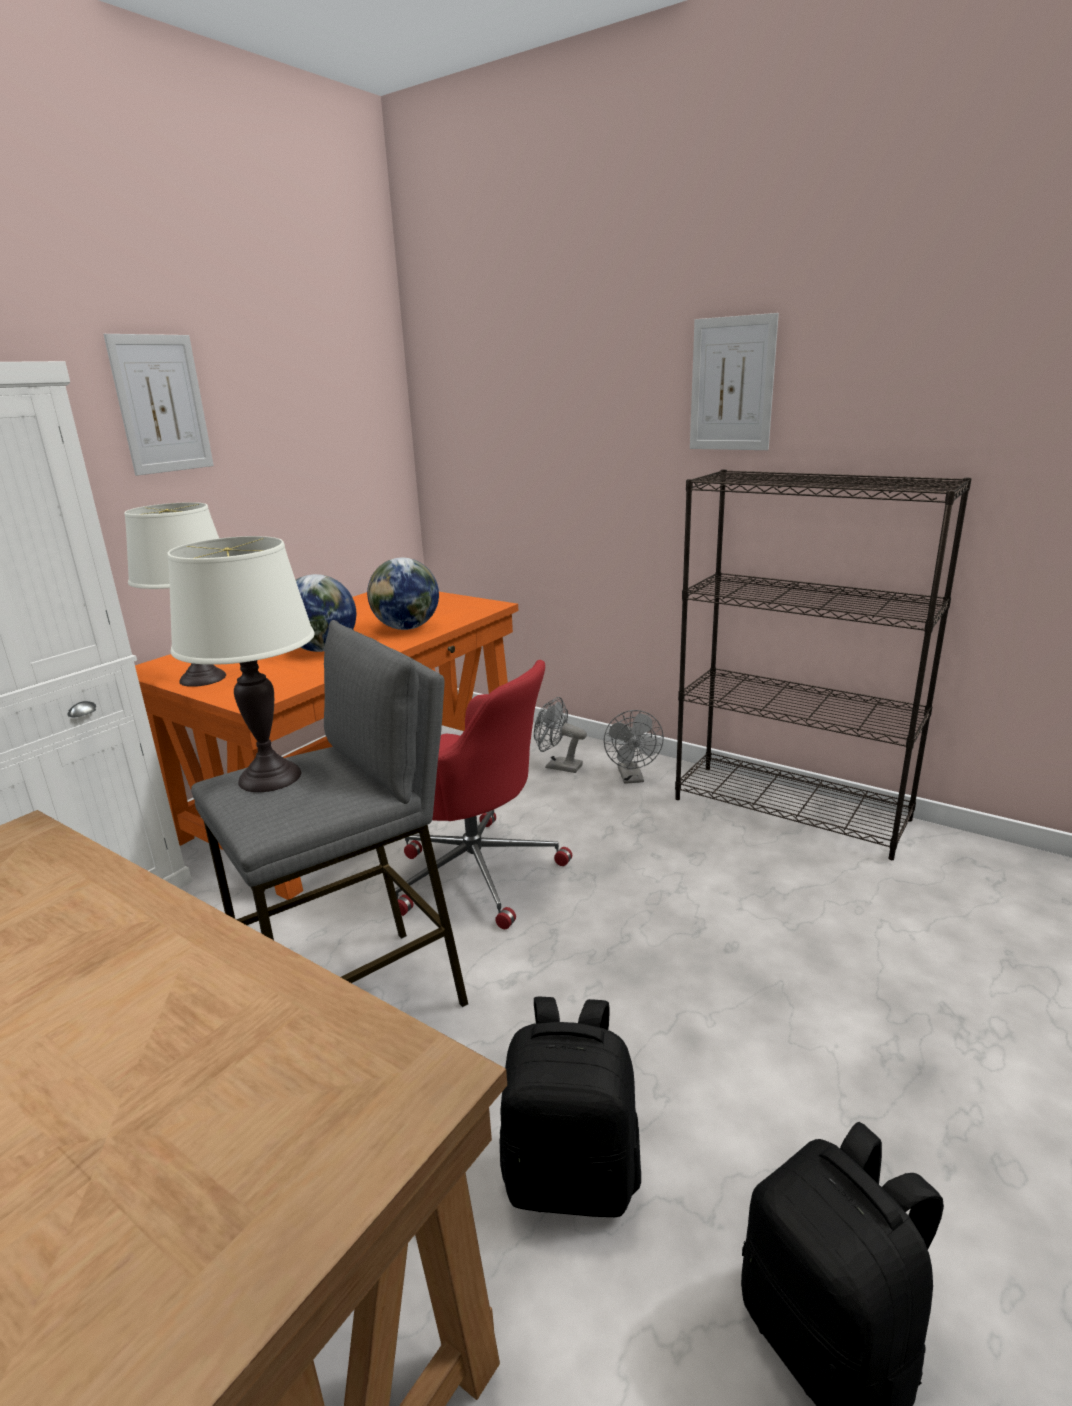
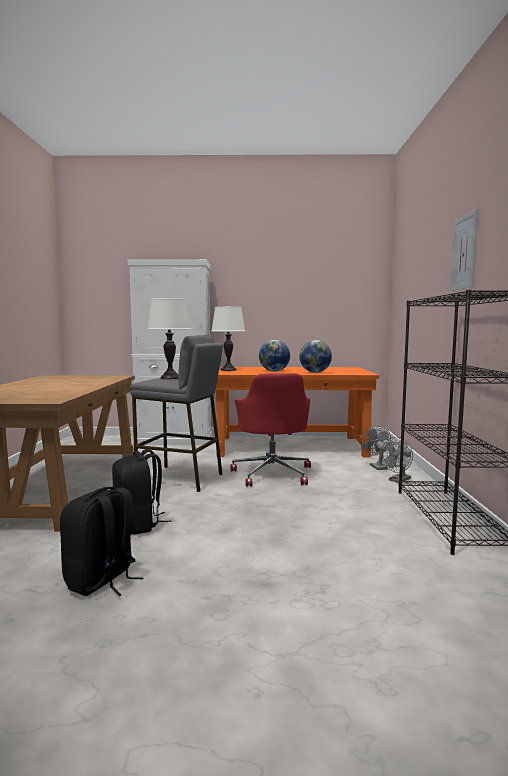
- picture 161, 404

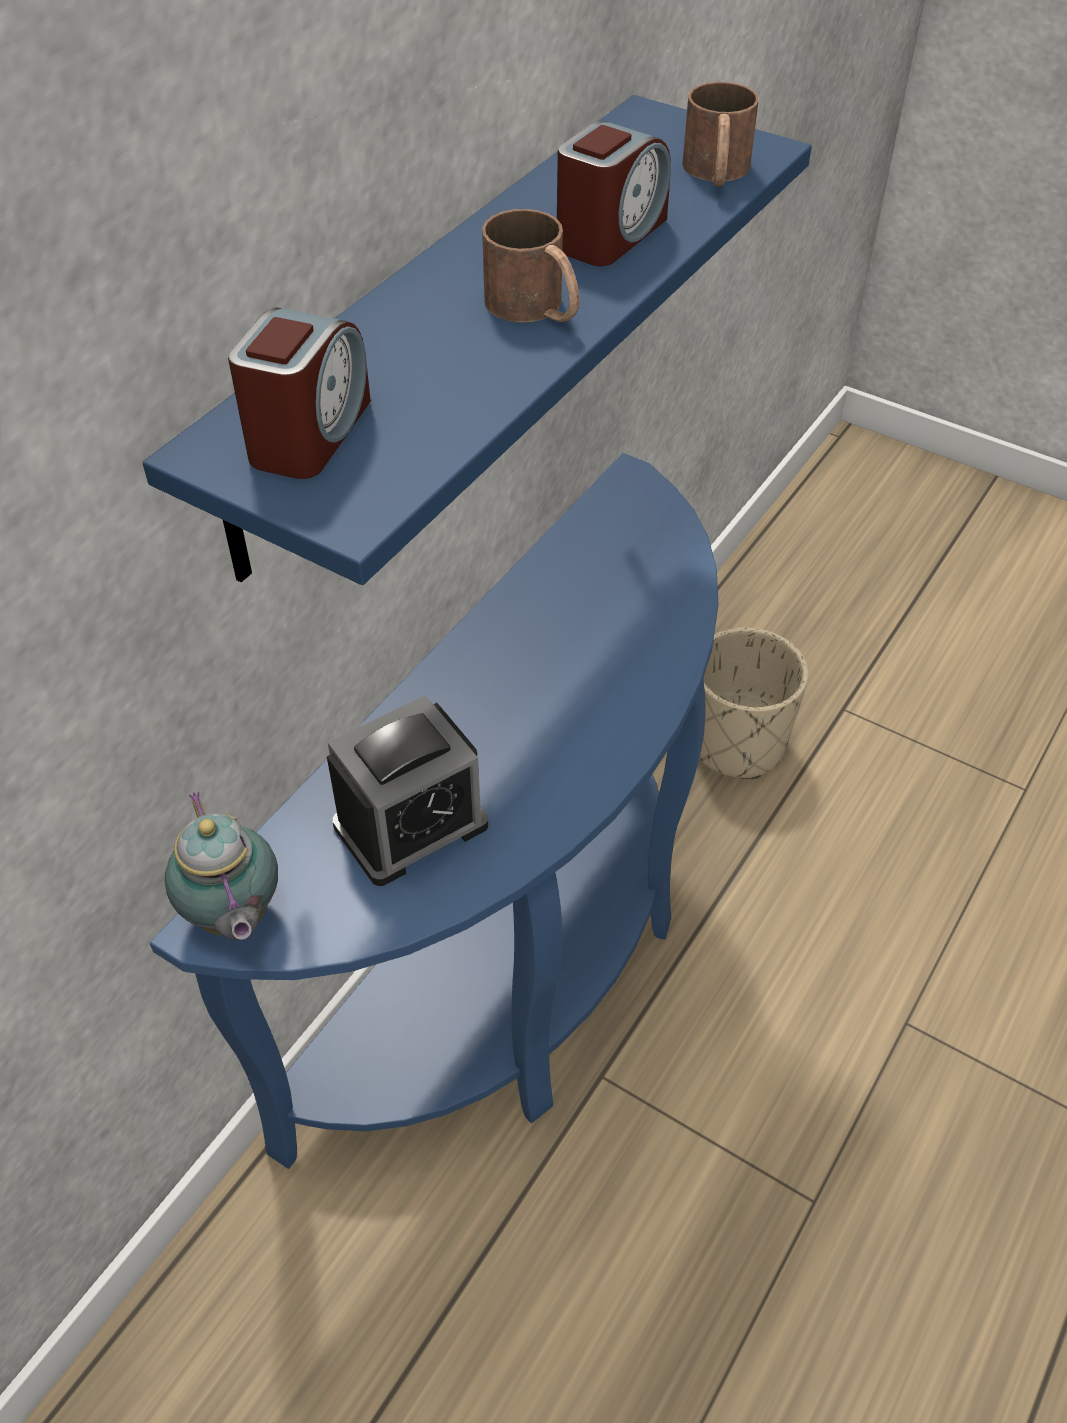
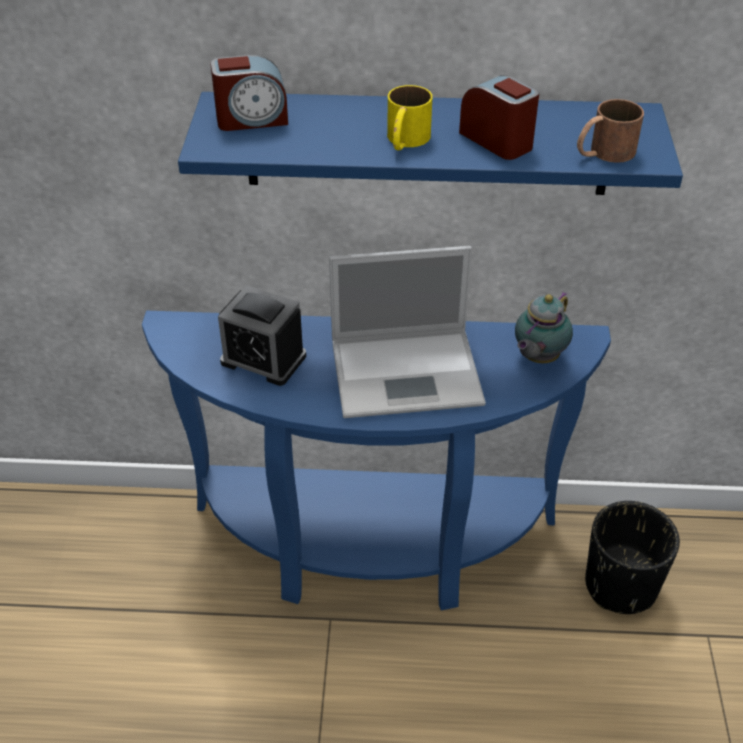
~ teapot 233, 918 to 537, 358
~ mug in brown 536, 309 to mug in yellow 405, 141
~ alarm clock 610, 235 = 497, 140 135 degrees counterclockwise
~ planter in beige 737, 744 to planter in black 621, 585
+ laptop 409, 372

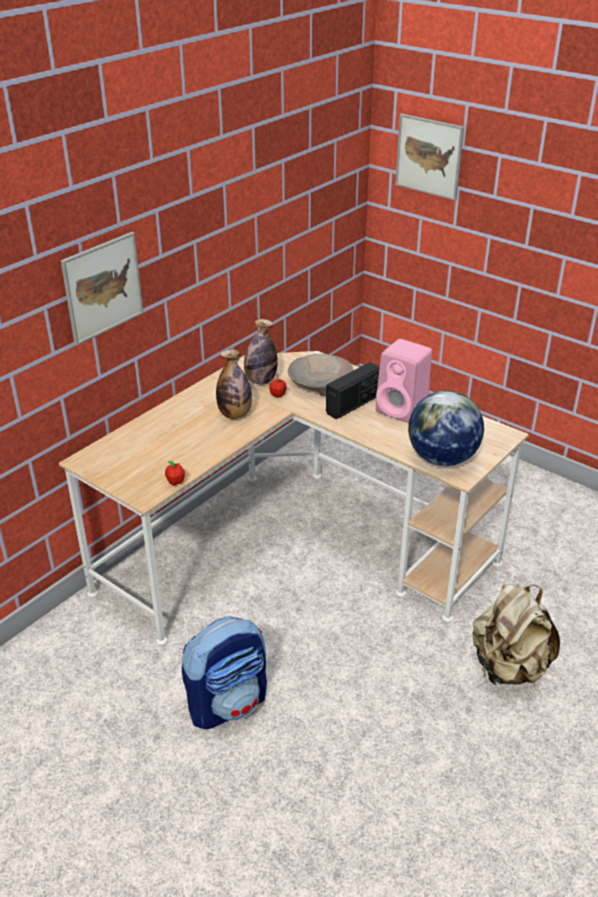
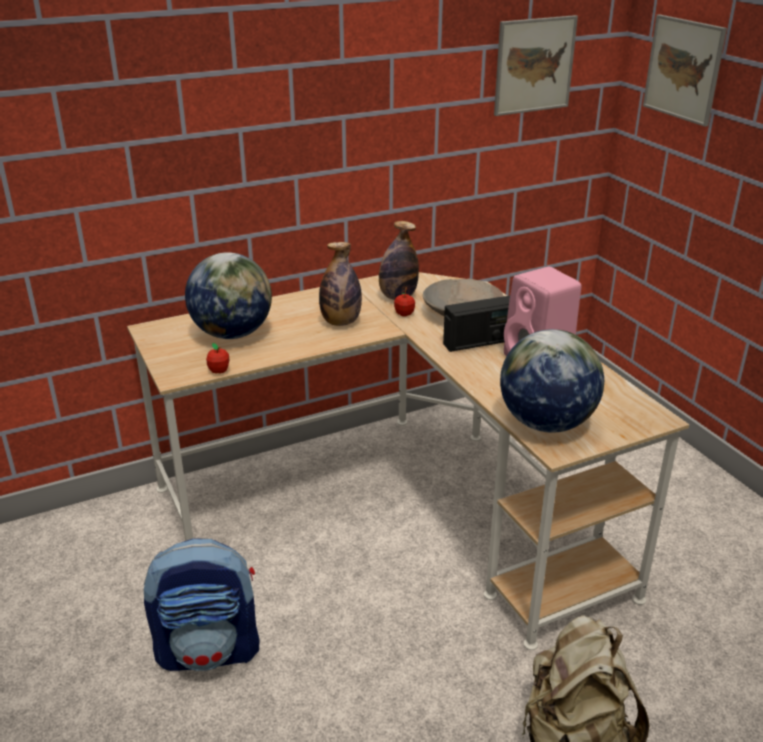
~ picture 103, 287 to 534, 65
+ globe 232, 334

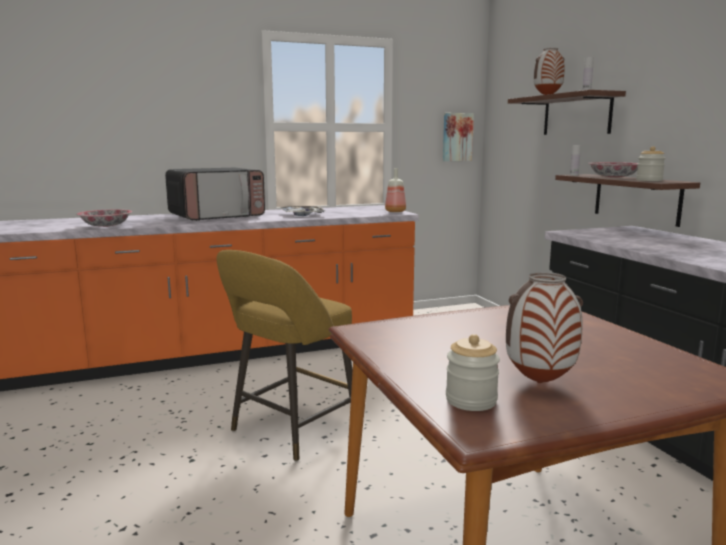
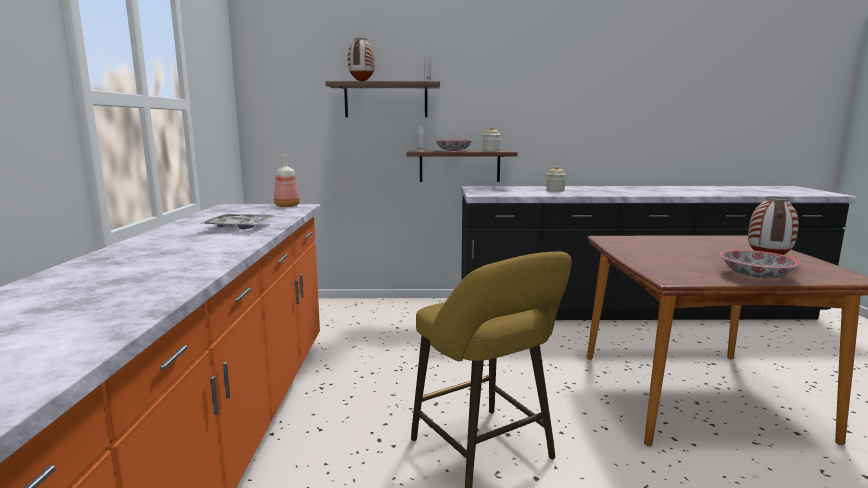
~ bowl 106, 226 to 756, 275
- microwave 217, 216
- picture 457, 137
~ jar 471, 400 to 555, 190

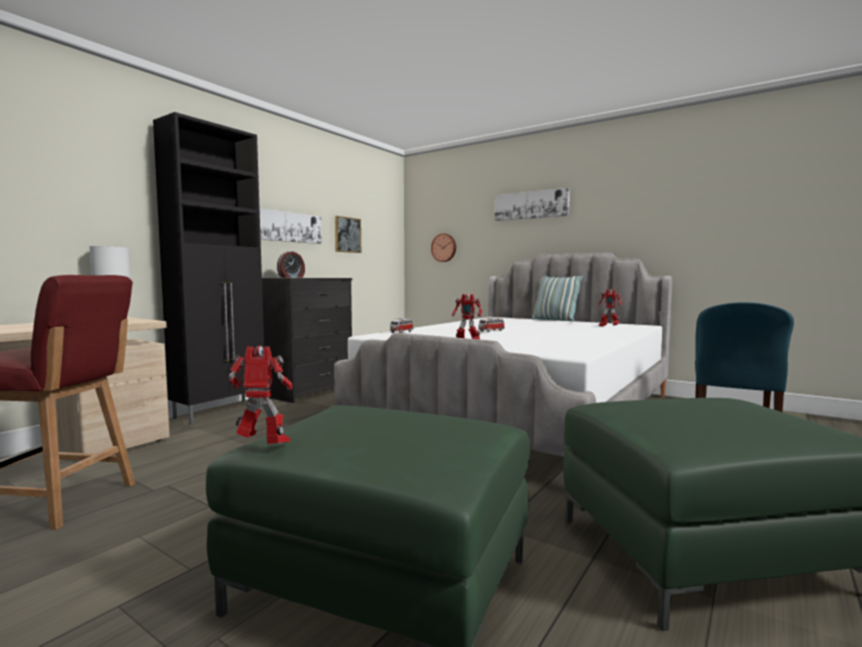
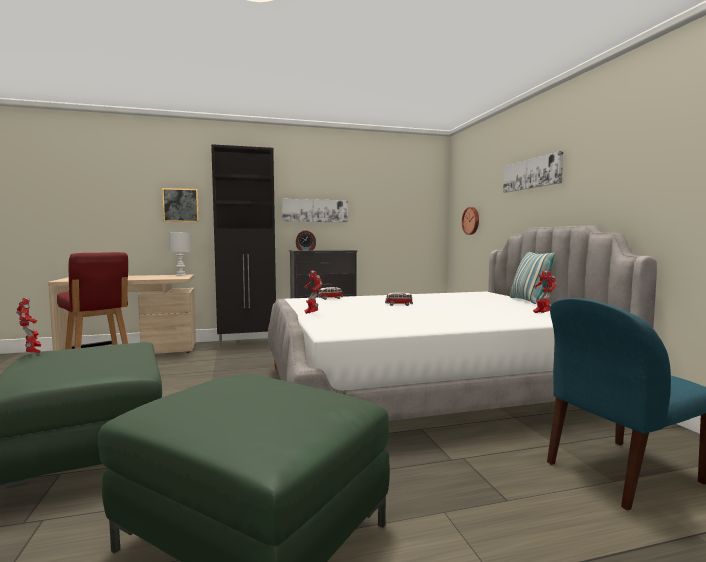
~ picture 347, 235 to 180, 205

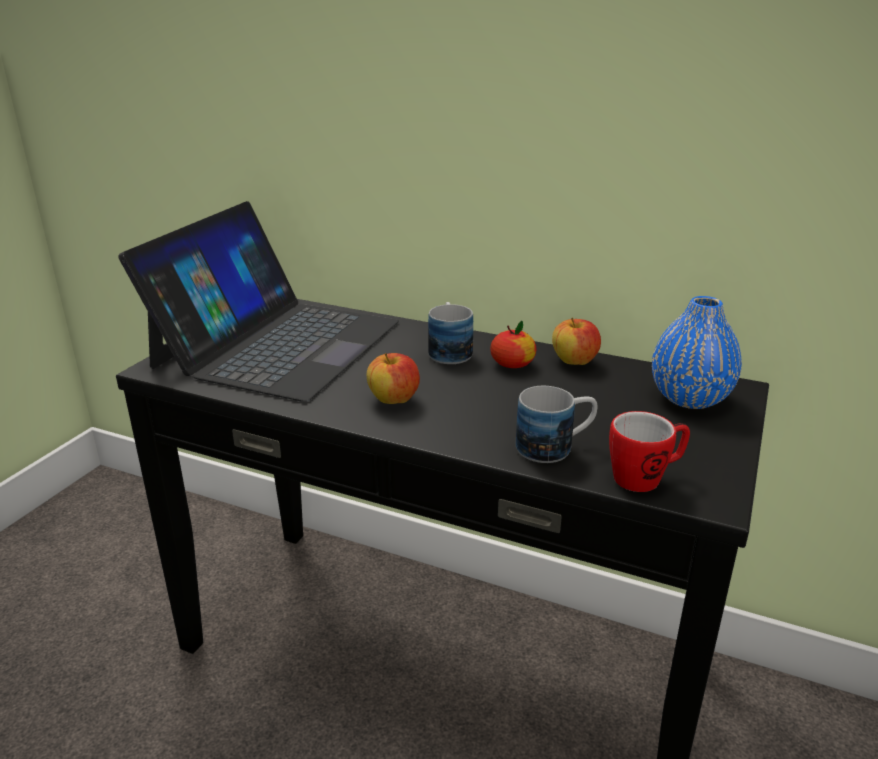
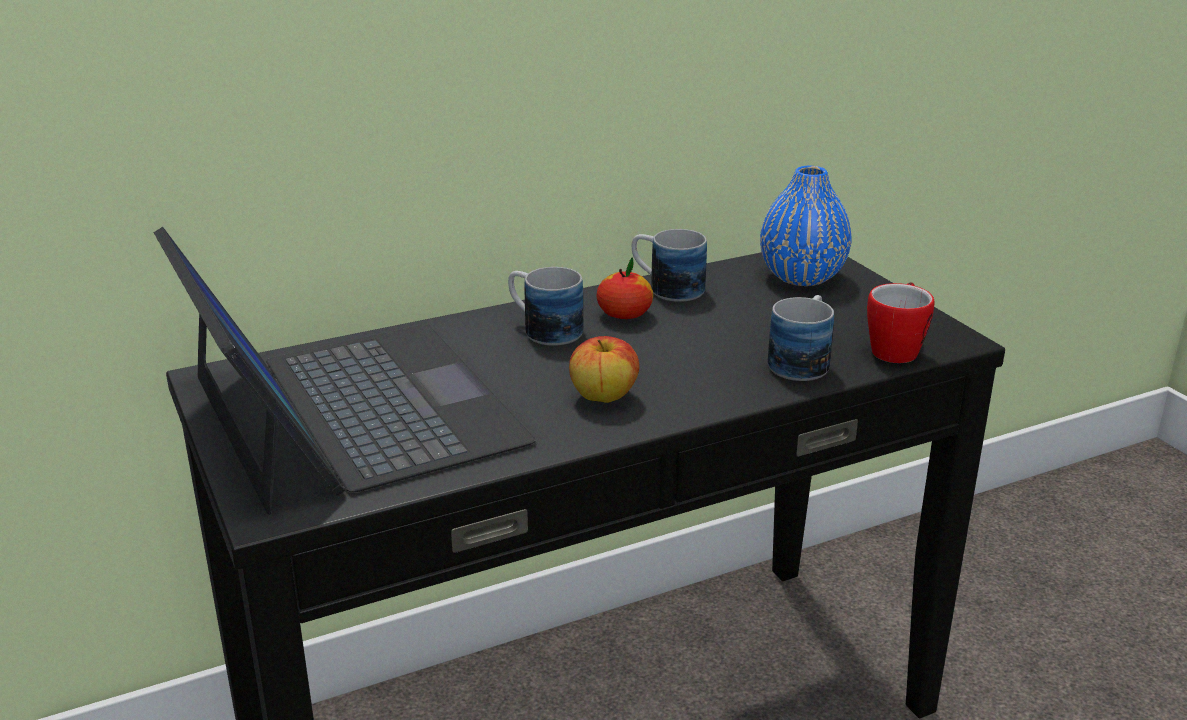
~ apple 574, 362 to mug 666, 288

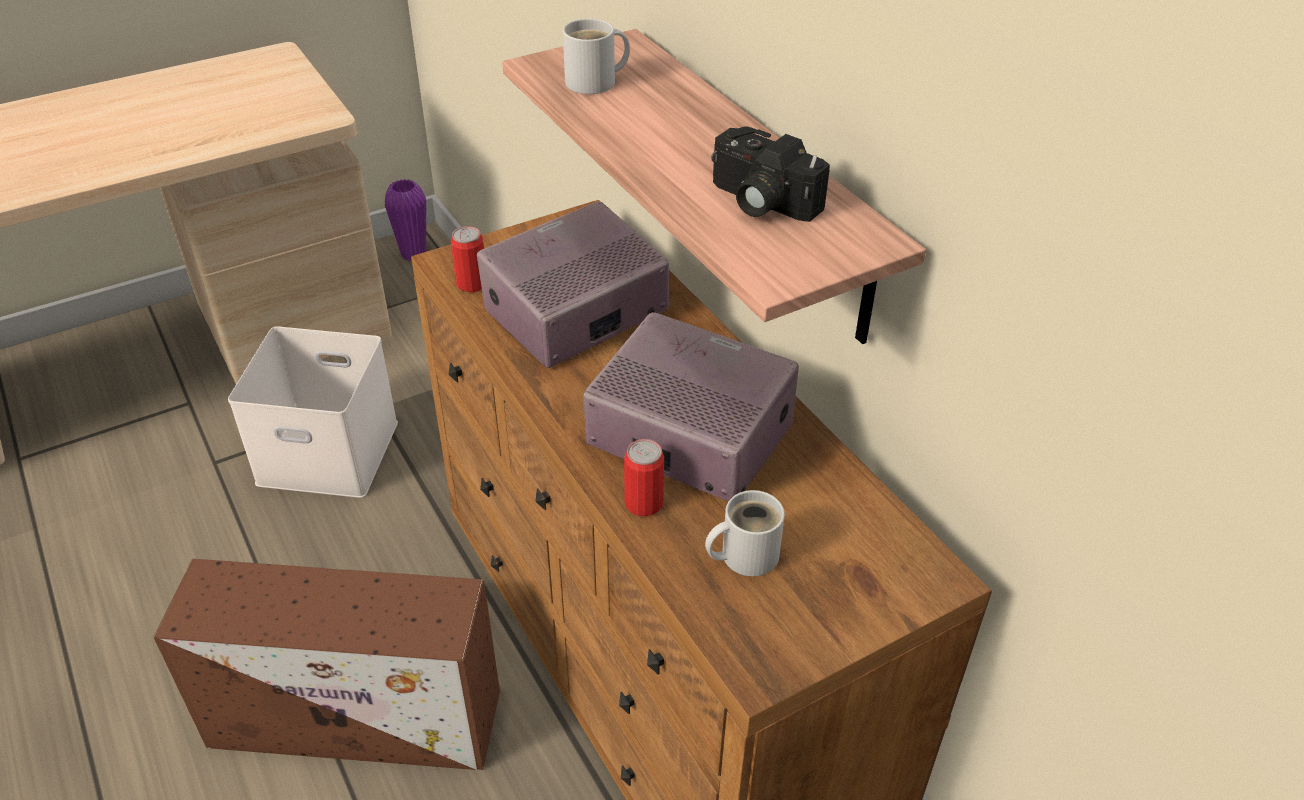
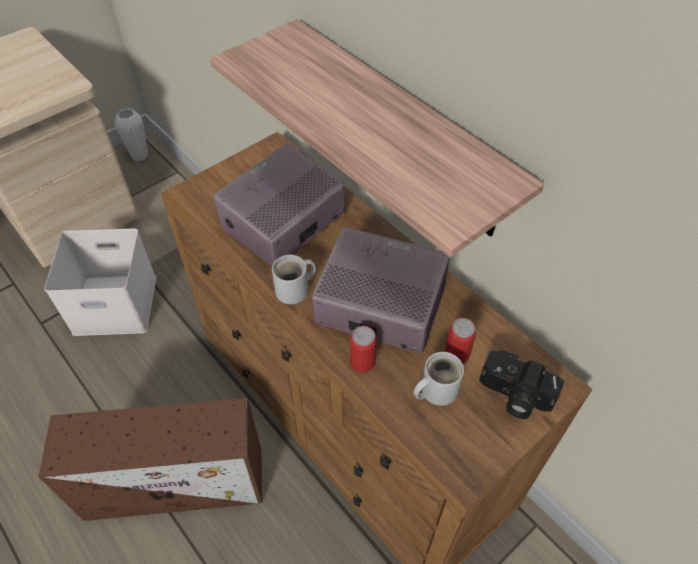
~ vase in purple 413, 254 to vase in white 140, 156
~ can 472, 284 to 456, 354
~ mug in white 595, 82 to 295, 290
~ photo camera 759, 201 to 513, 396

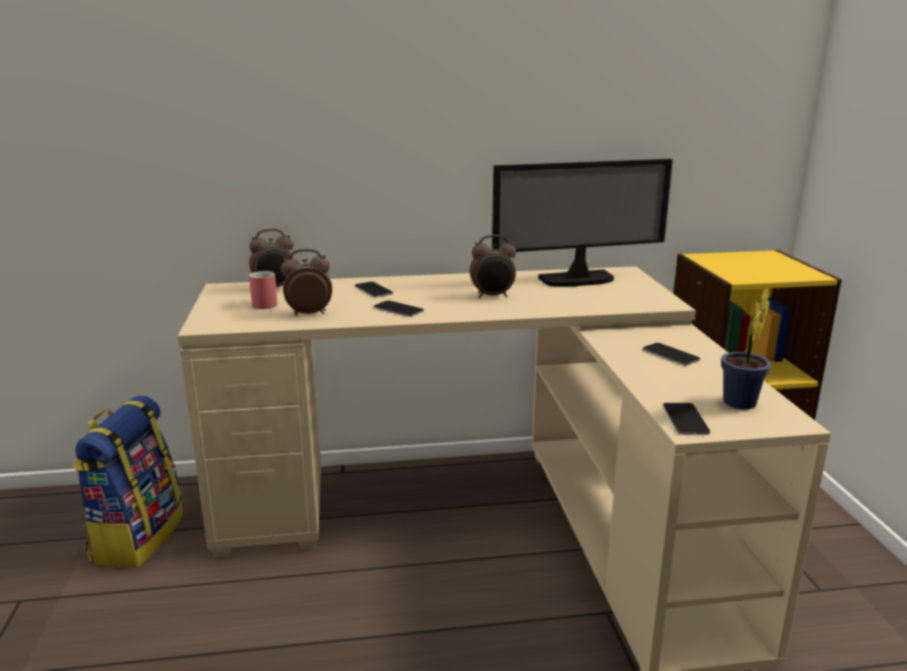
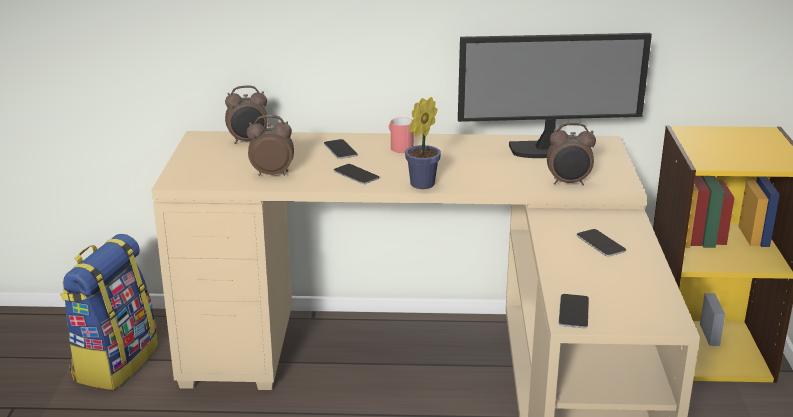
~ mug in red 262, 303 to 399, 146
~ alarm clock 492, 296 to 568, 183
~ potted plant 738, 404 to 420, 185

